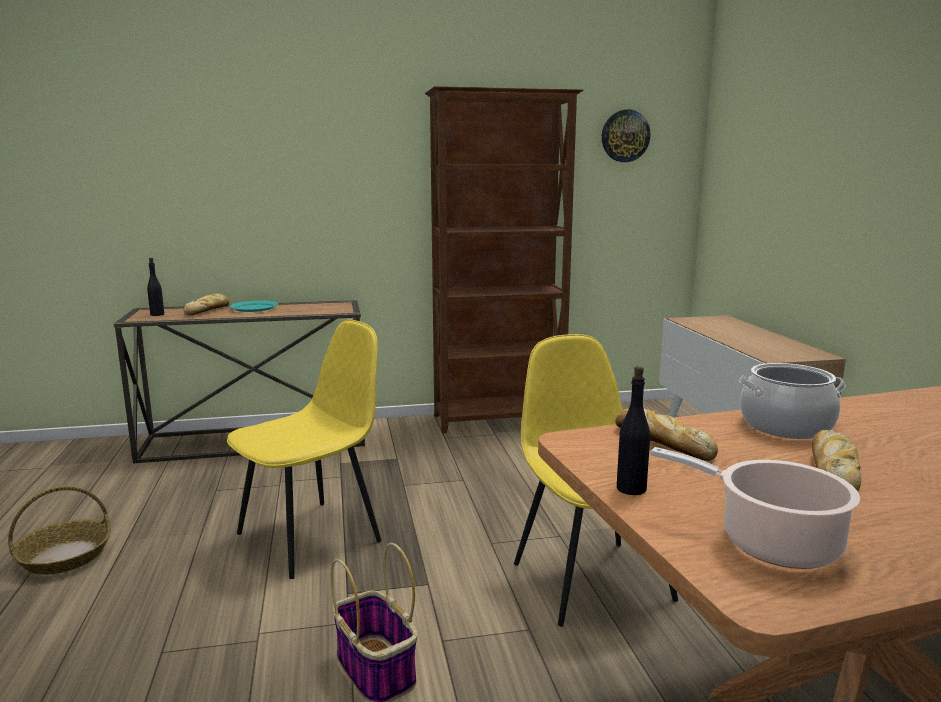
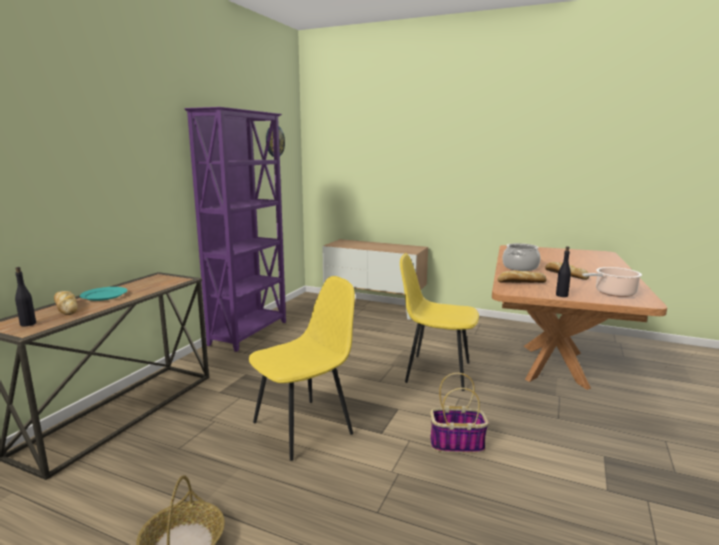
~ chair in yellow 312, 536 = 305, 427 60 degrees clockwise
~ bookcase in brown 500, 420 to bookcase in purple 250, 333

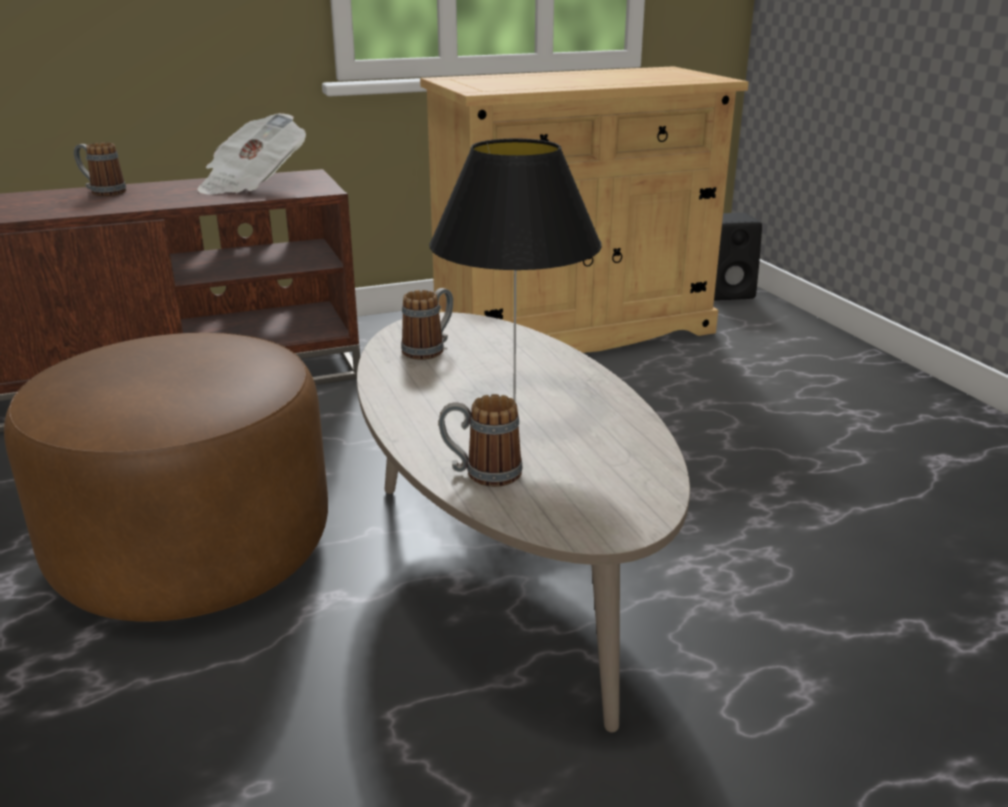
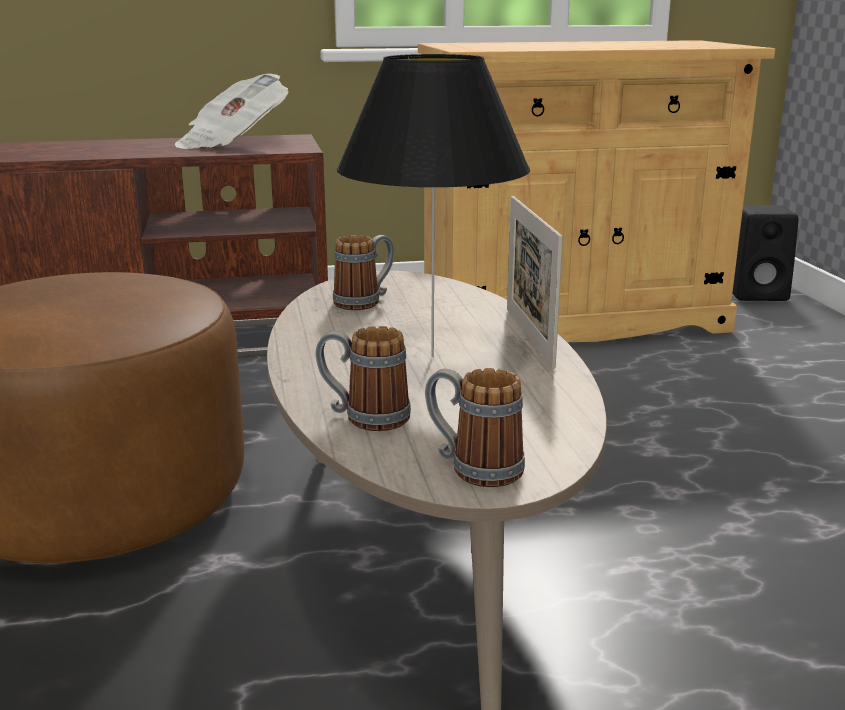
~ mug 102, 192 to 473, 468
+ picture frame 529, 337

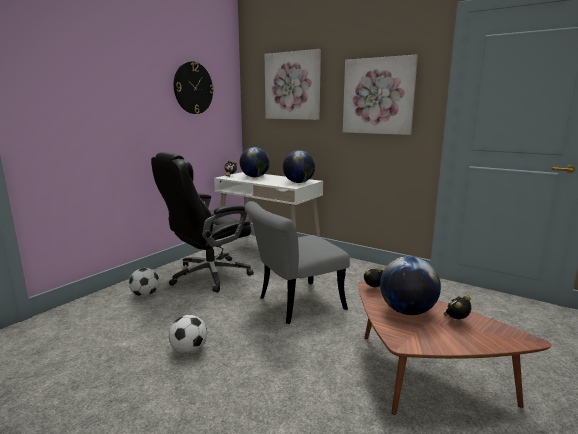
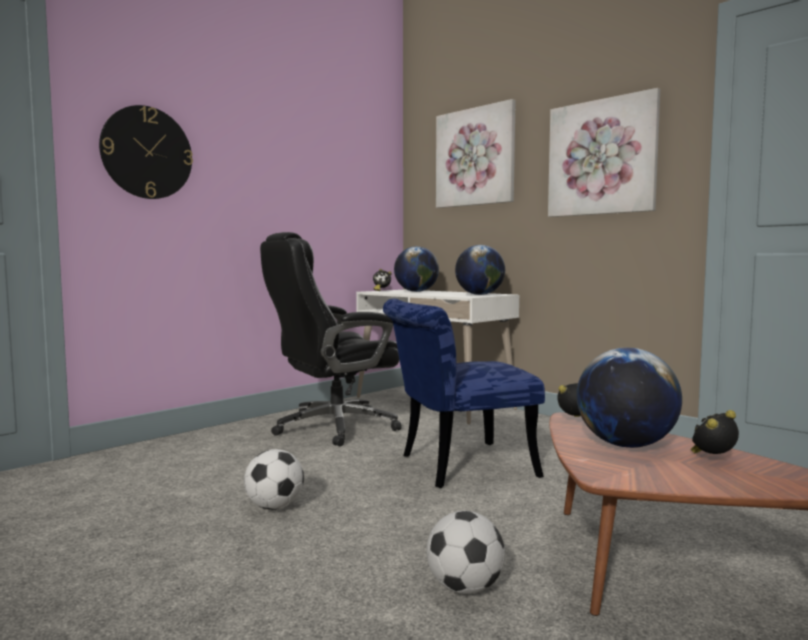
~ football 145, 295 to 465, 588
~ wall clock 193, 88 to 147, 153
~ chair in grey 294, 304 to chair in blue 455, 466

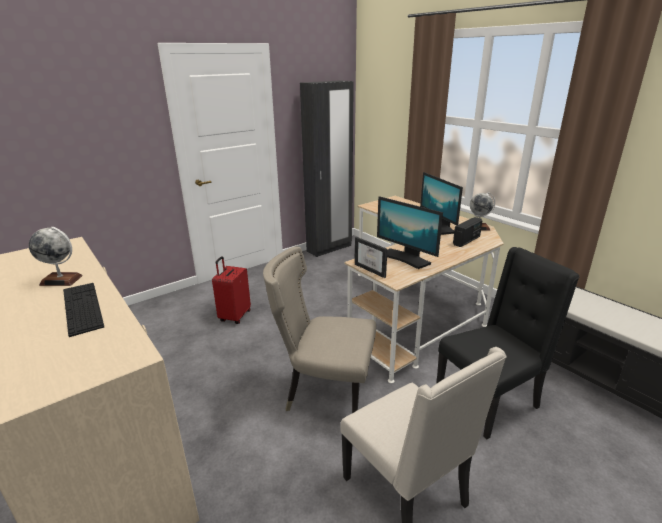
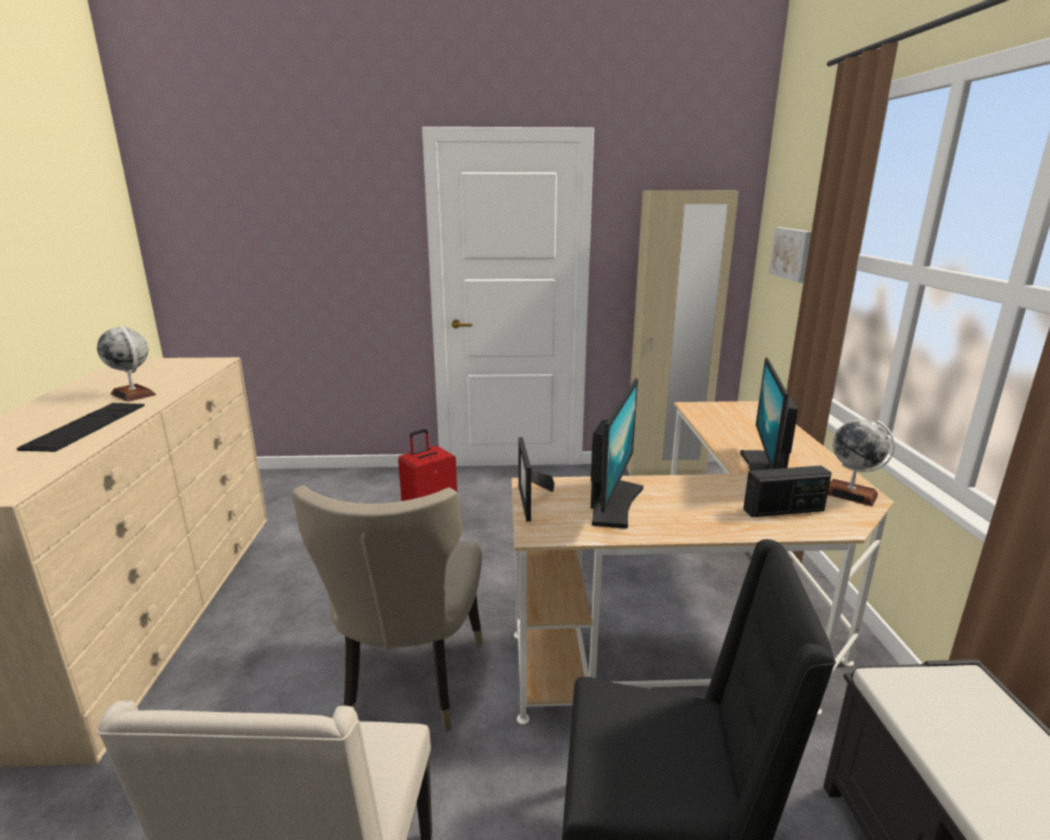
~ chair in beige 324, 394 = 409, 685 135 degrees counterclockwise
~ wardrobe in black 329, 248 to wardrobe in beige 664, 471
~ monitor 406, 258 = 614, 504 150 degrees counterclockwise
+ picture 793, 253

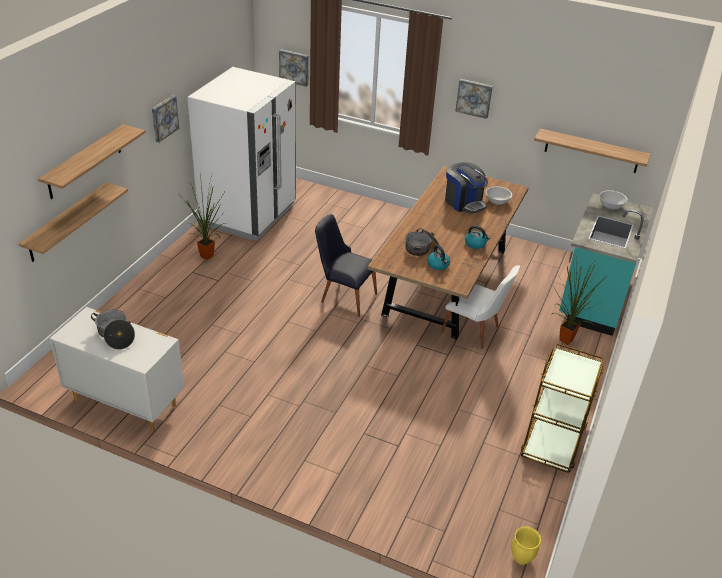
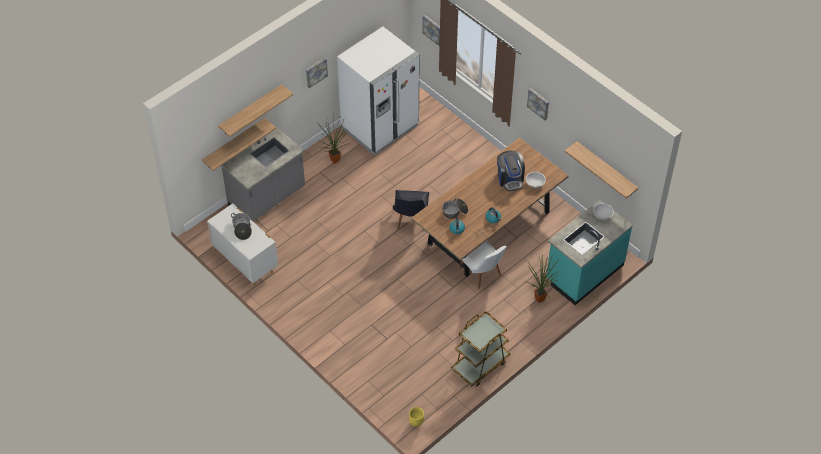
~ chair in black 344, 296 = 411, 220 135 degrees counterclockwise
+ counter in grey 267, 198

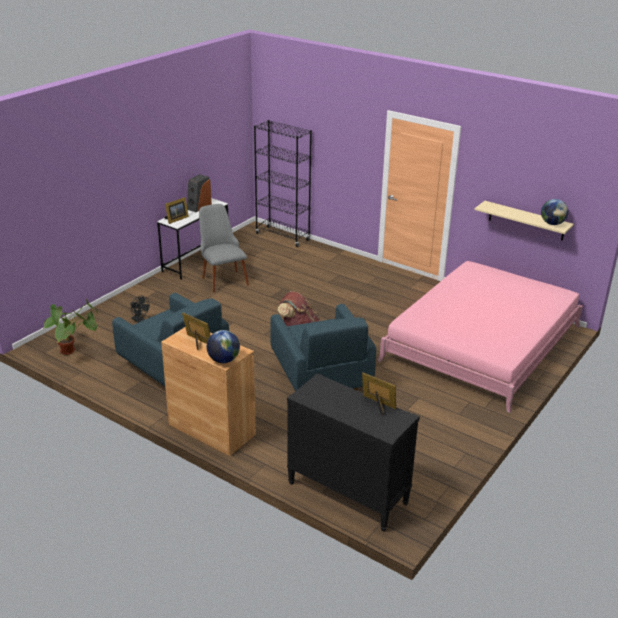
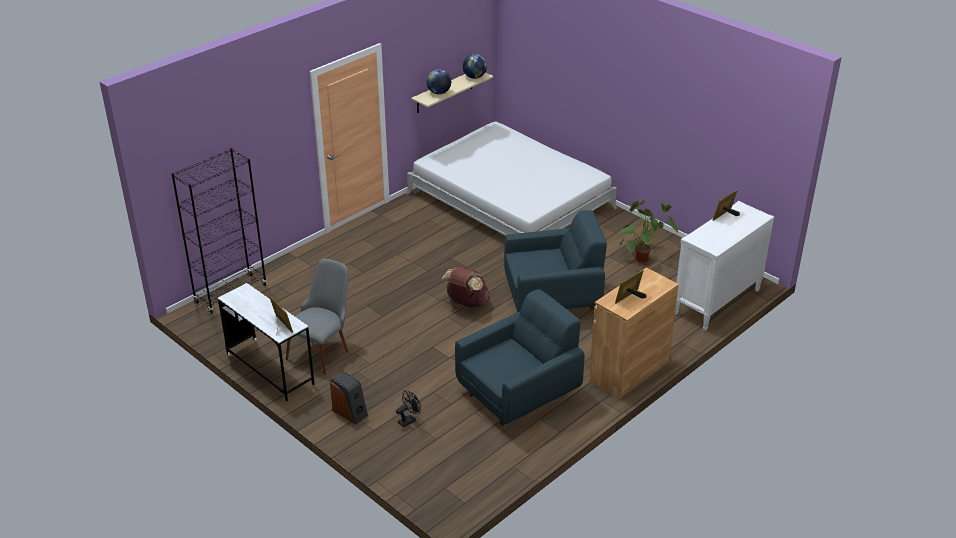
~ potted plant 74, 352 to 643, 255
~ speaker 198, 206 to 350, 412
~ chair in grey 222, 278 = 323, 349 135 degrees clockwise
~ globe 223, 360 to 439, 93
~ dresser in black 347, 493 to dresser in white 716, 302
~ bed in pink 482, 343 to bed in white 510, 201

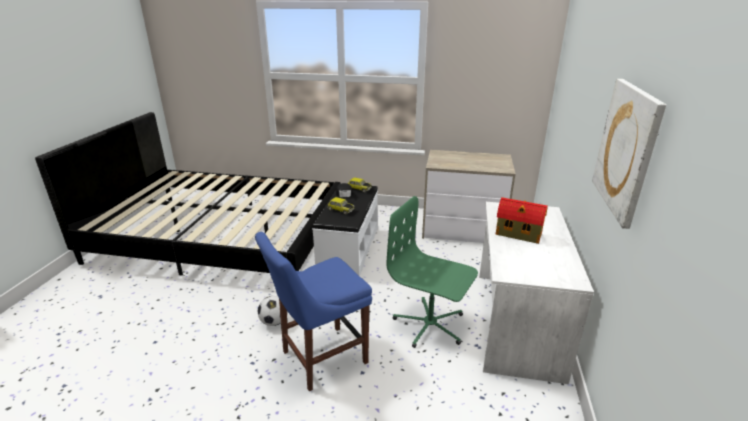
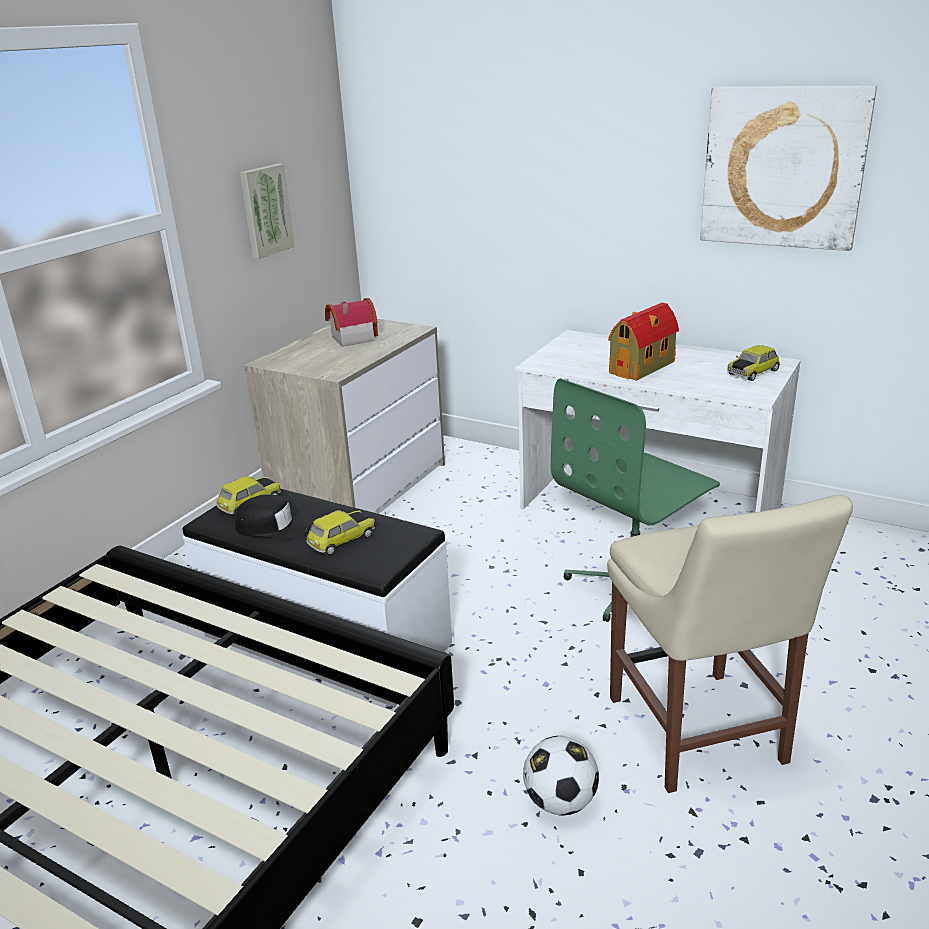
~ chair in blue 320, 358 to chair in beige 699, 735
+ picture 265, 210
+ toy house 350, 338
+ toy car 752, 372

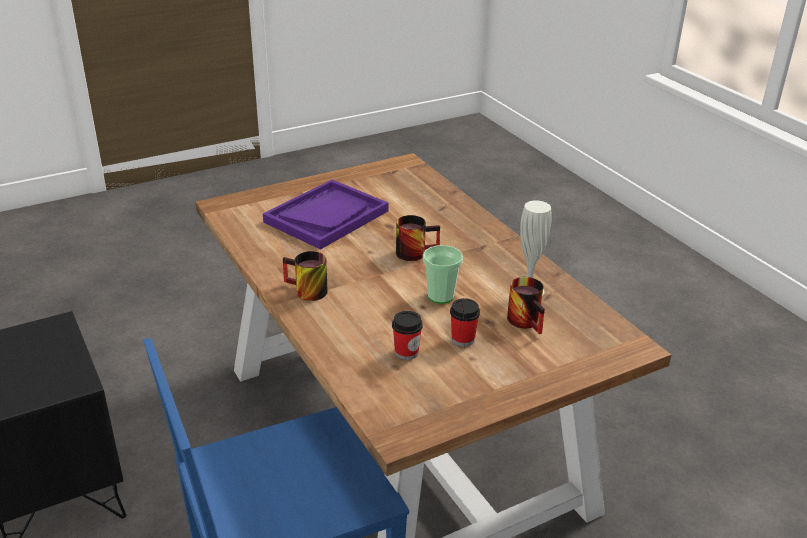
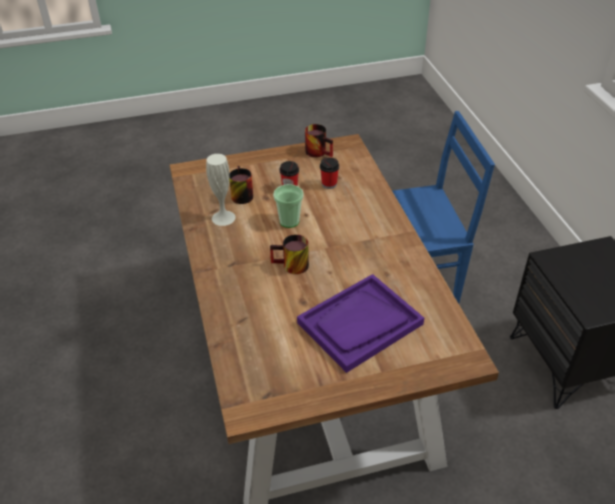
~ mug 305, 292 to 319, 151

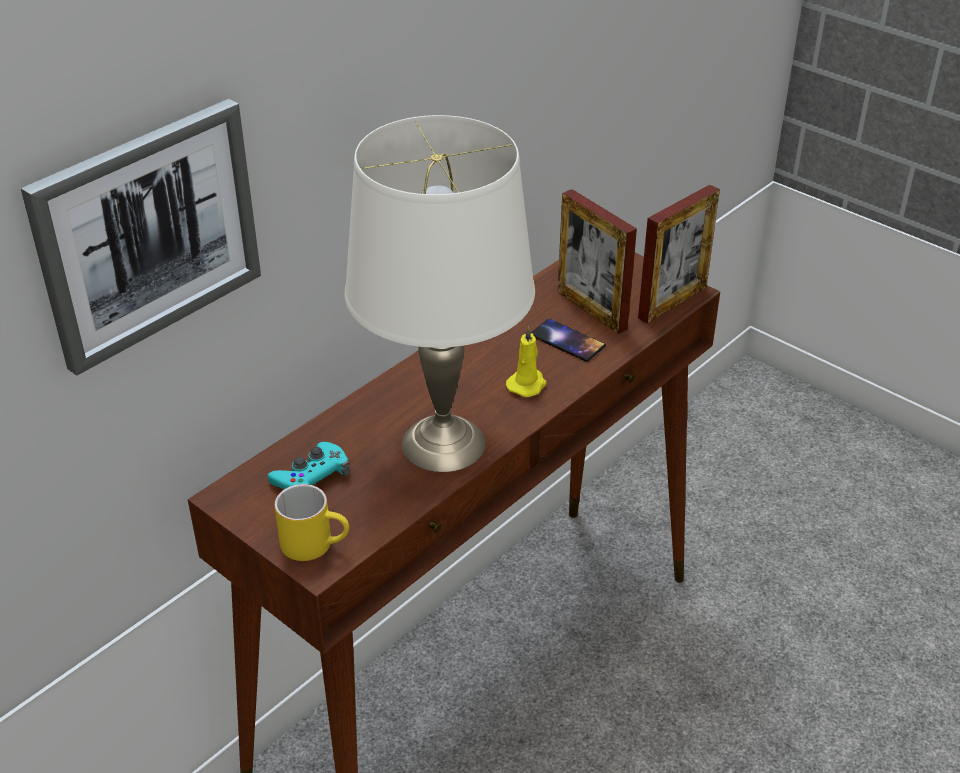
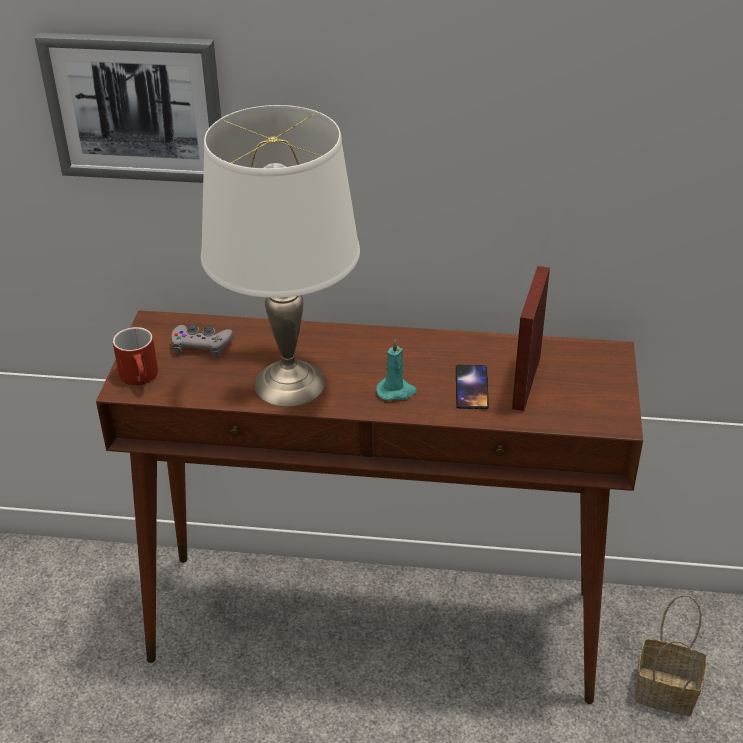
~ game controller in turquoise 311, 477 to game controller in grey 201, 345
~ mug in yellow 316, 543 to mug in red 141, 378
~ candle in yellow 527, 384 to candle in turquoise 396, 391
- picture frame 672, 302
+ basket 667, 691

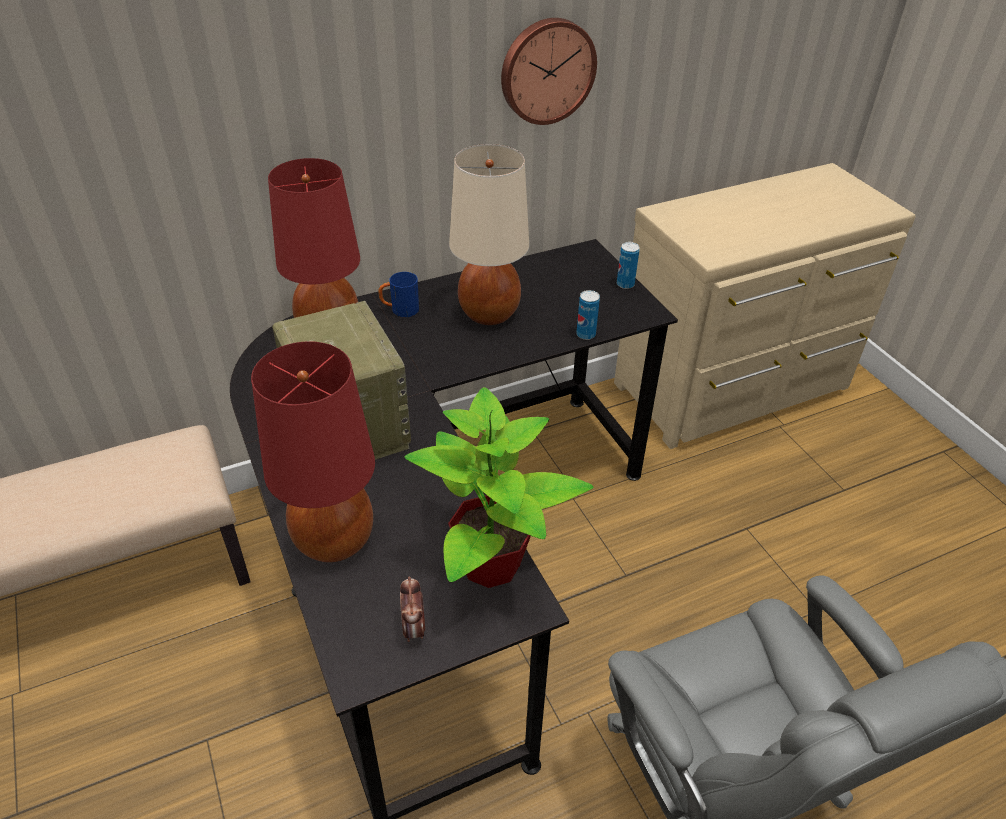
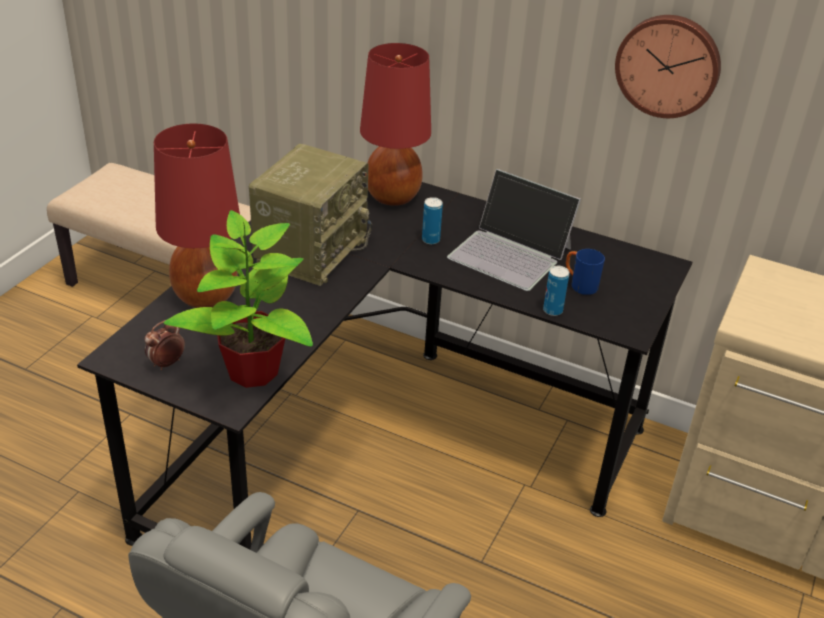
~ mug in blue 400, 310 to 579, 285
~ table lamp in beige 489, 313 to laptop 511, 253
~ can 625, 284 to 430, 240

